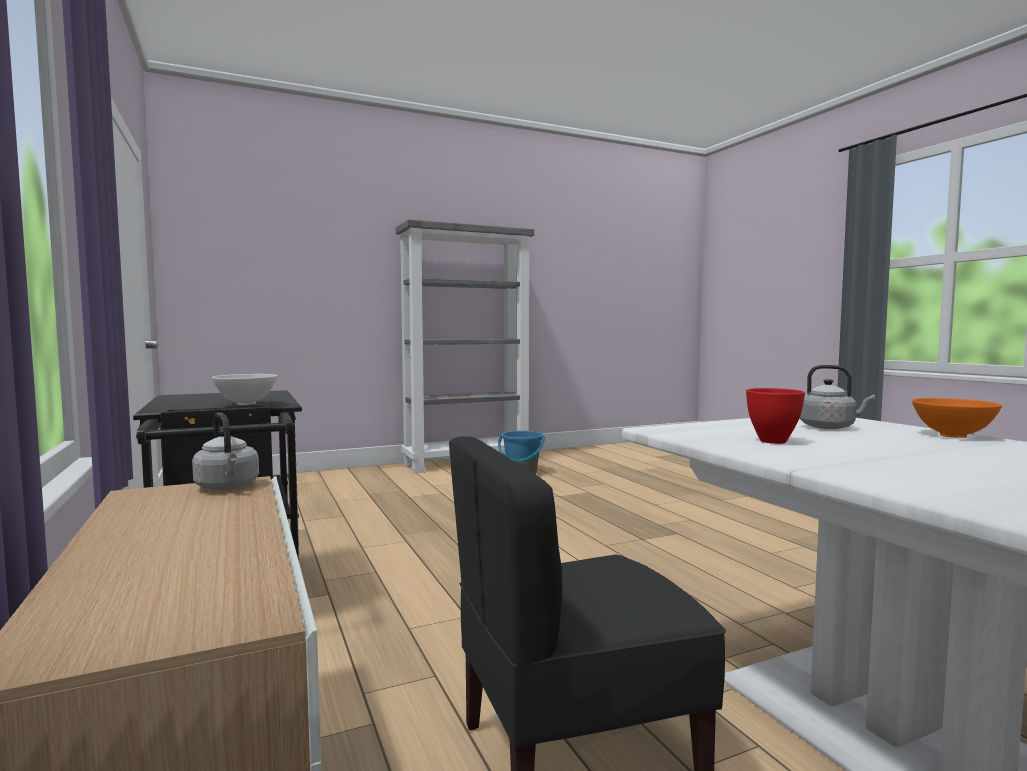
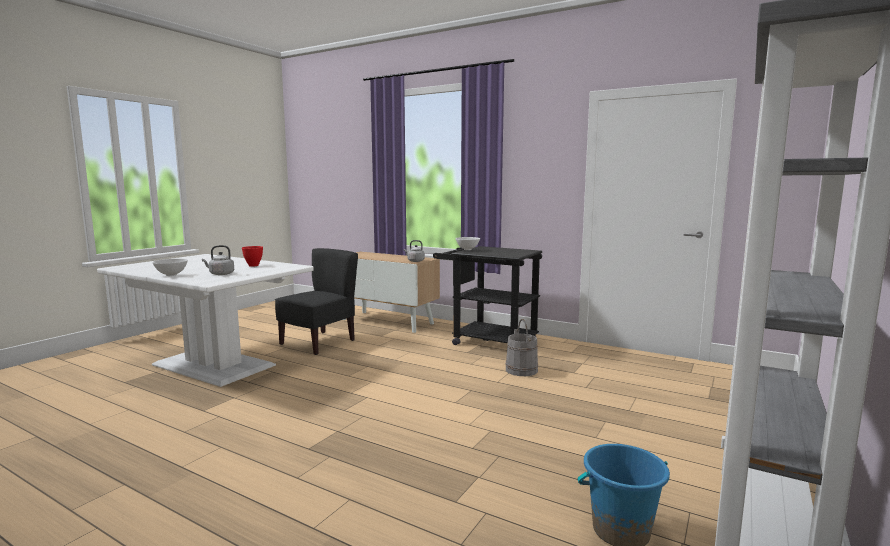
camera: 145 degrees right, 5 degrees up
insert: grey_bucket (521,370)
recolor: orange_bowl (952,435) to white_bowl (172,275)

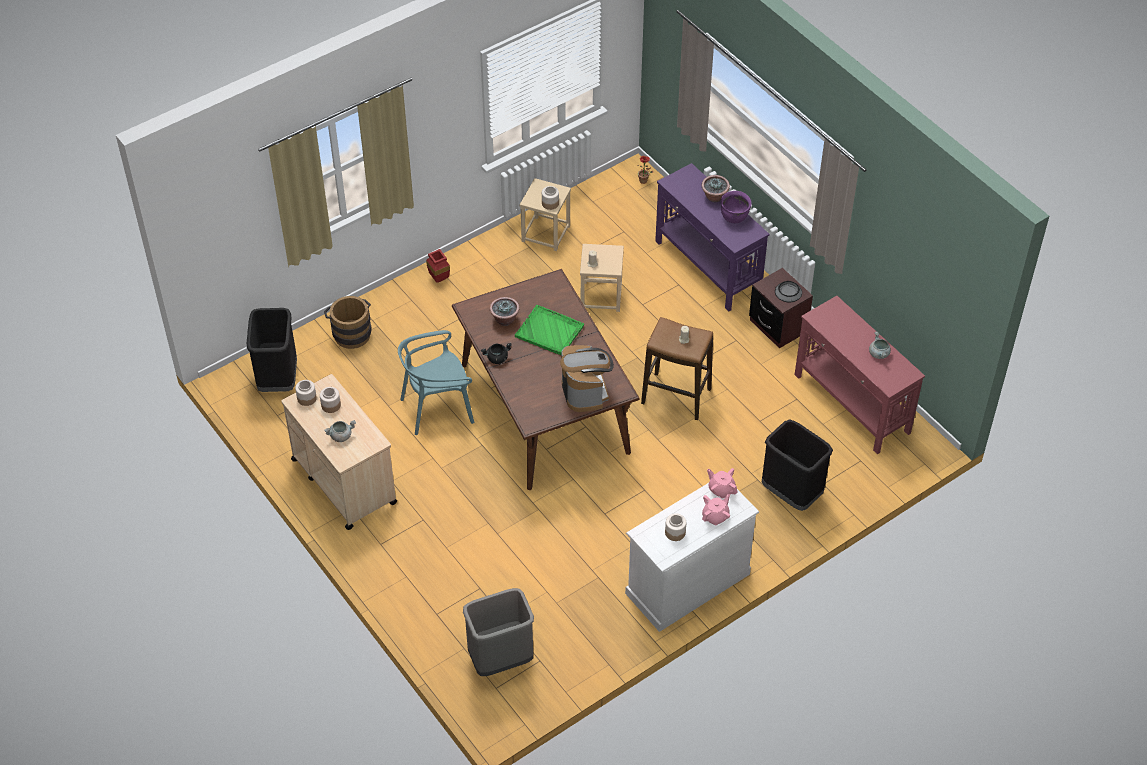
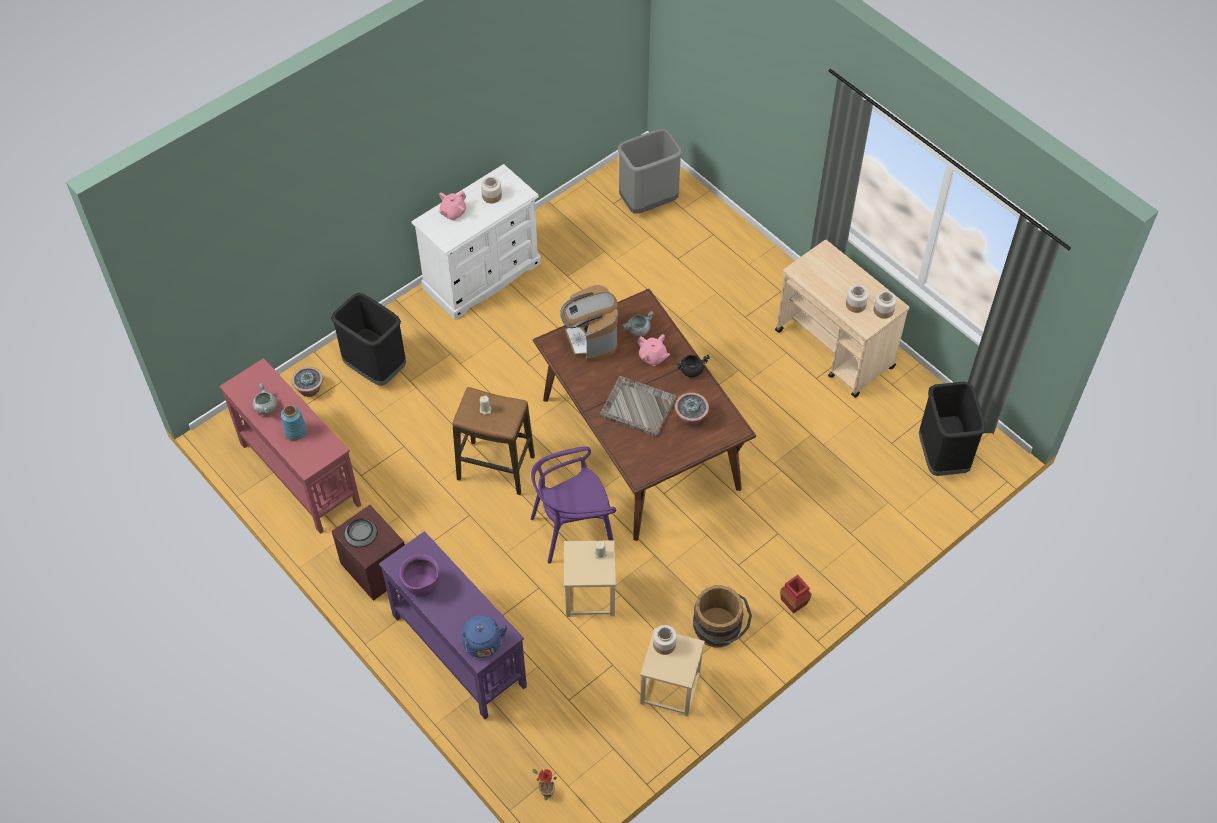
camera: 175 degrees right, 5 degrees up
delete: turquoise_chair (437,408)
insert: blue_vase (295,431); purple_chair (573,530); blue_kettle (483,646)
move: potted_plant (714,197) to (310,390); brown_bucket (350,332) to (719,631); grey_cooking_pot (341,436) to (638,331); pink_teapot (721,489) to (652,357)
recolor: green_tray (550,331) to grey_tray (637,407)

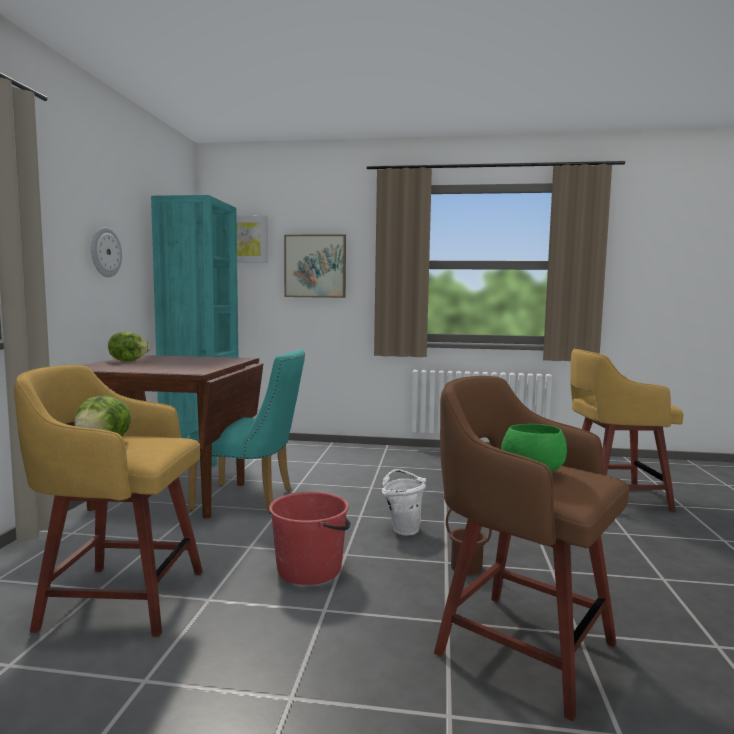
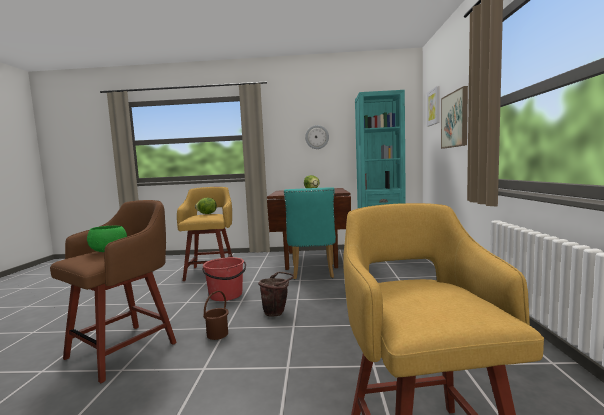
camera: 85 degrees right, 0 degrees up
recolor: white_bucket (402,529) to brown_bucket (277,312)

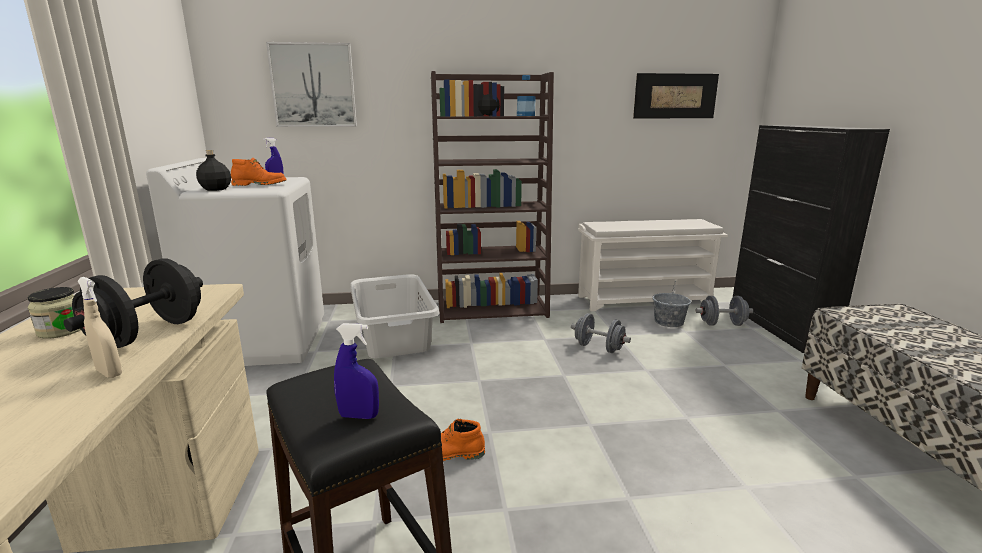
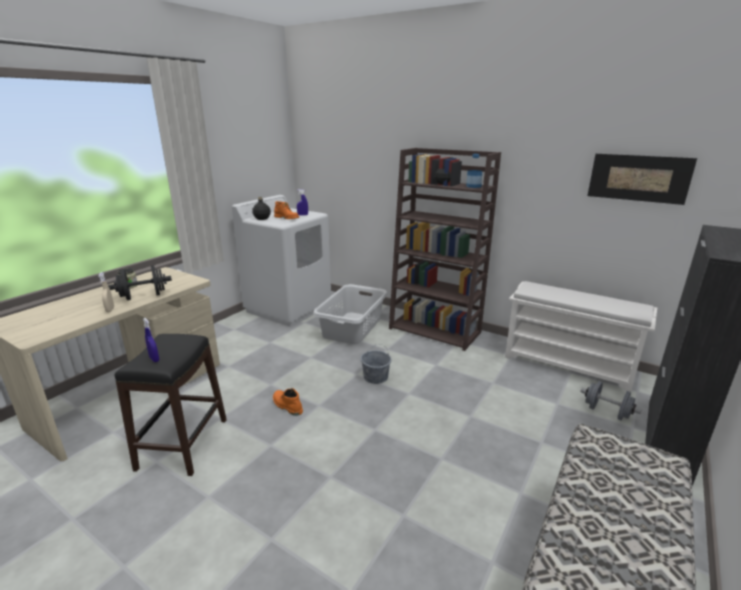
camera: 40 degrees right, 5 degrees up
delete: picture (313,85); grey_dumbbell (598,348)
move: grey_bucket (668,322) to (376,377)

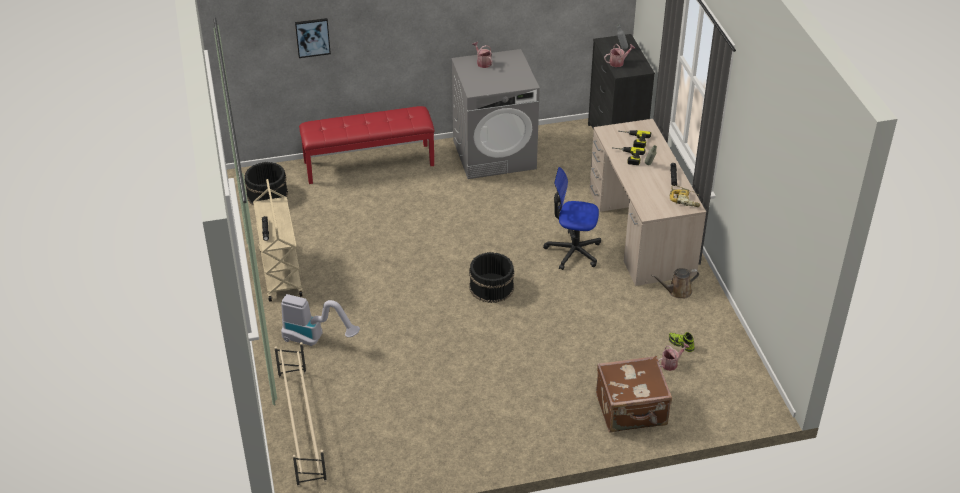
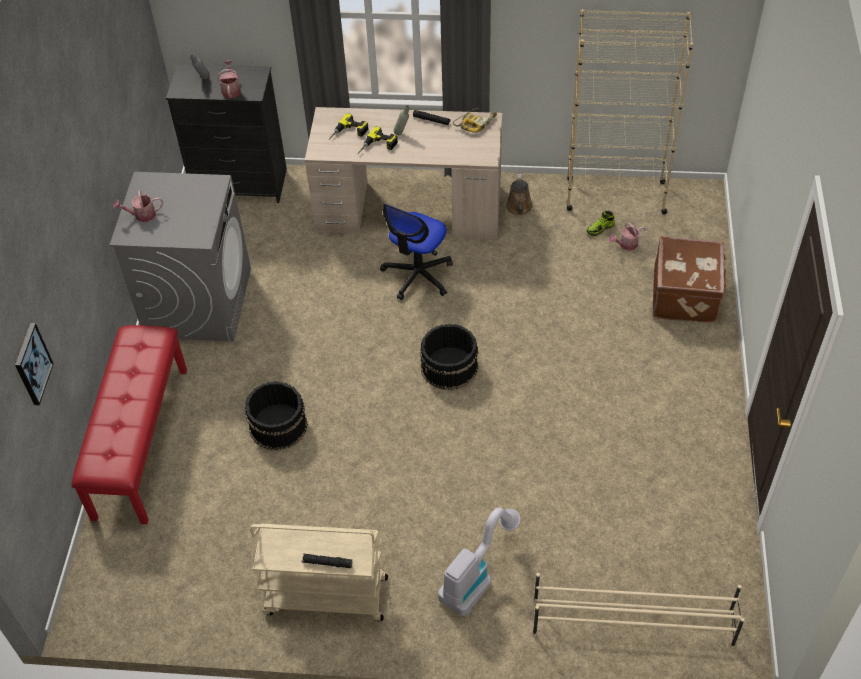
camera: 70 degrees left, 10 degrees up
insert: beige_bookcase (615,196)
move: black_bucket (267,194) to (277,426)
rotate: watering_can (671,363) = (626,245) 105 degrees counterclockwise

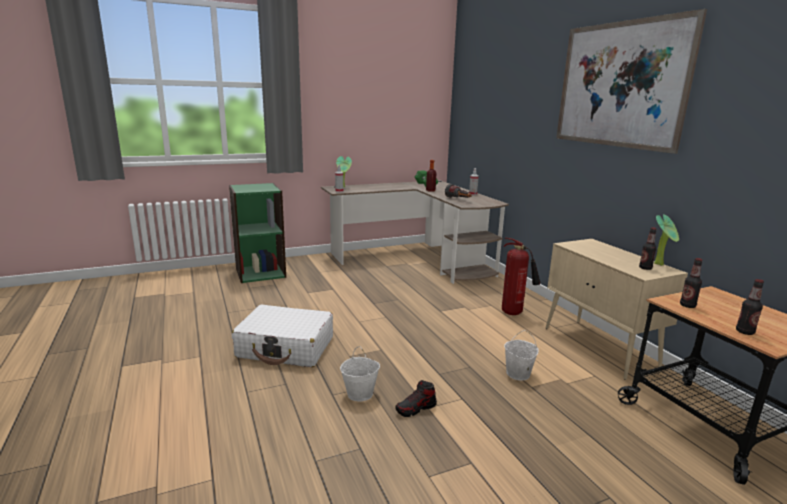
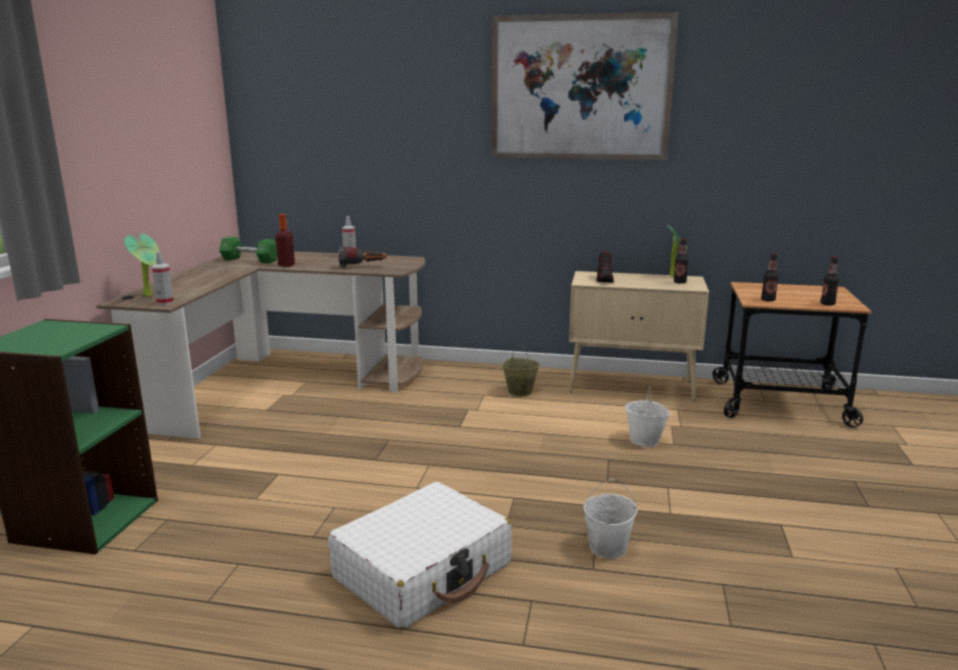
camera: 55 degrees left, 0 degrees up
move: shoe (416,408) to (604,279)
replace: fire_extinguisher (514,313) to beige_bucket (519,392)

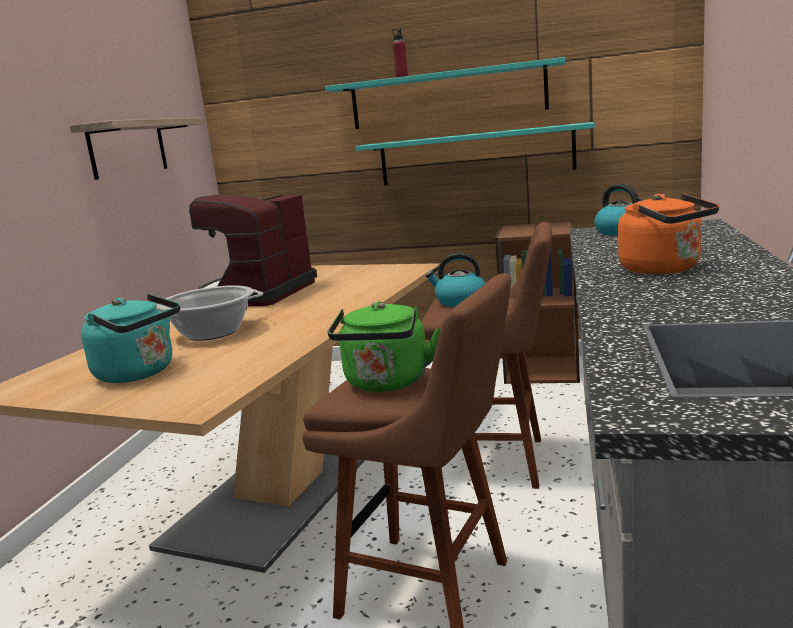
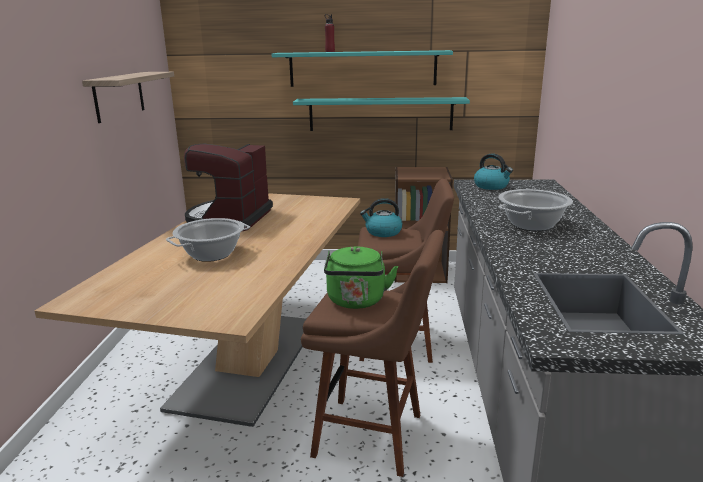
camera: 10 degrees left, 5 degrees up
delete: turquoise_kettle (140,373)
replace: orange_kettle (664,269) to cooking_pot (532,225)

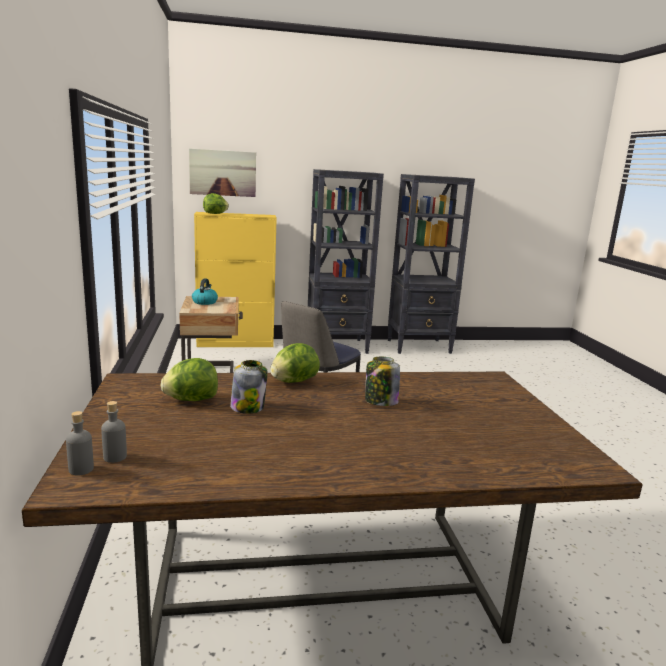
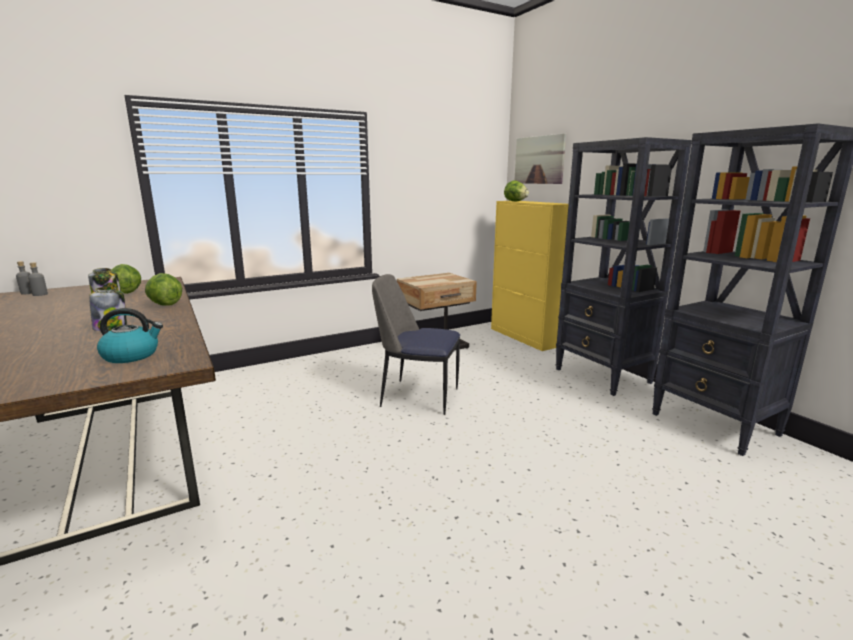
camera: 70 degrees right, 0 degrees up
move: kettle (204,302) to (132,355)

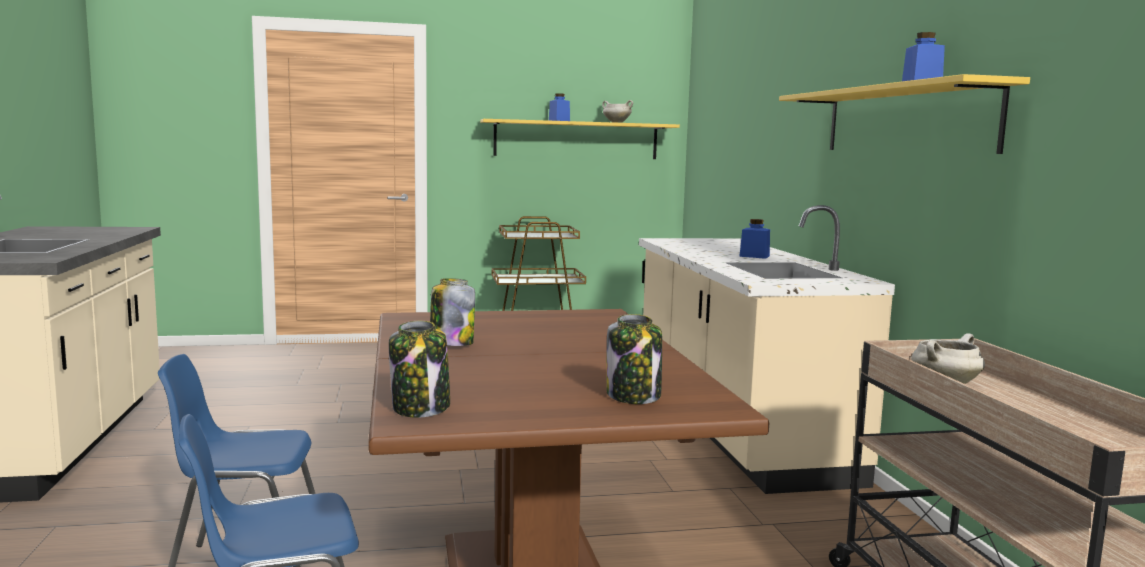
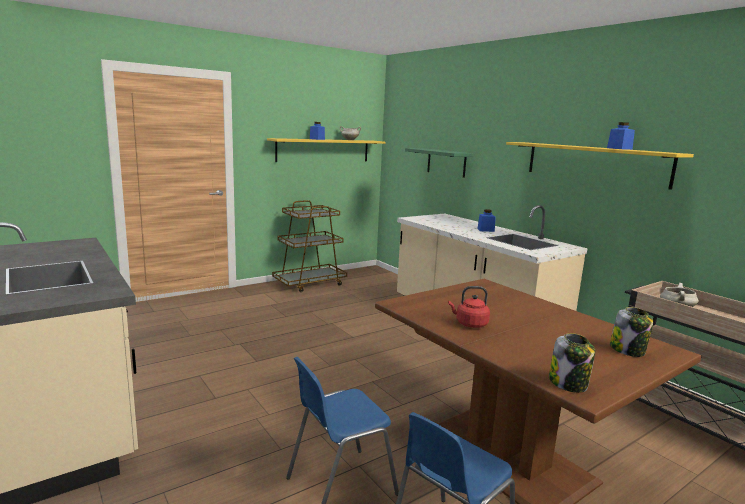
camera: 25 degrees left, 5 degrees up
insert: green_shelf (446,162)
replace: jar (451,343) to red_kettle (469,324)

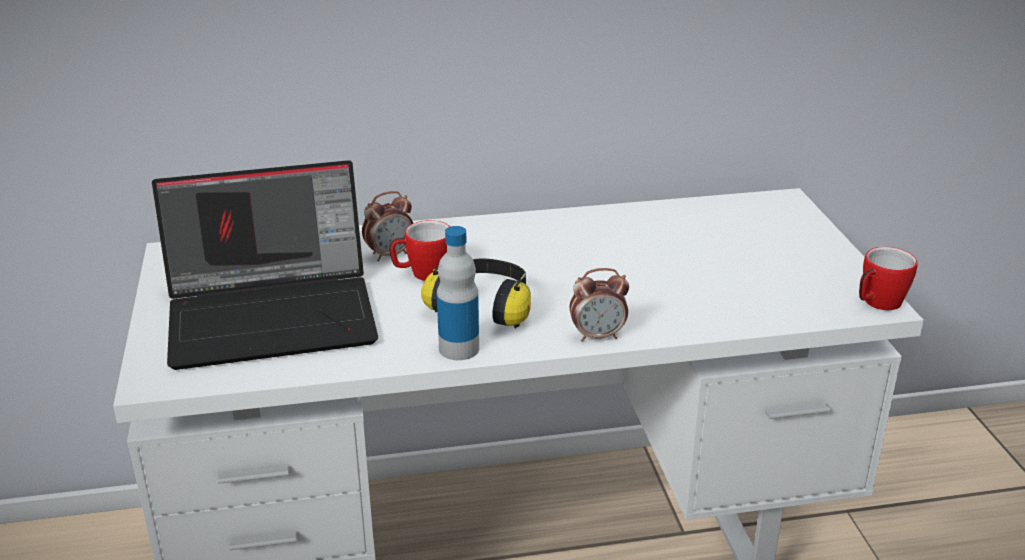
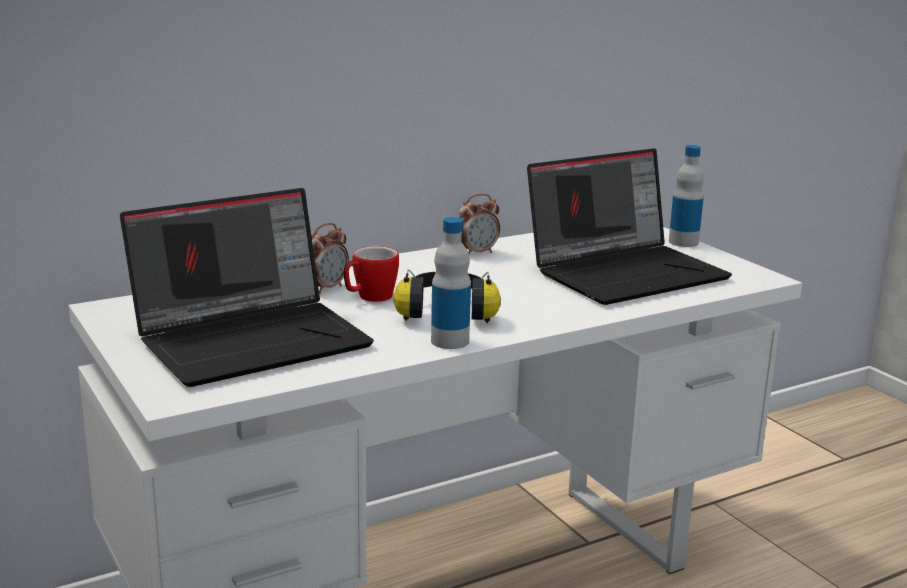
camera: 20 degrees left, 10 degrees down
delete: mug (877,304)
insert: bottle (683,242); laptop (626,272)
move: alarm_clock (598,336) to (477,253)

